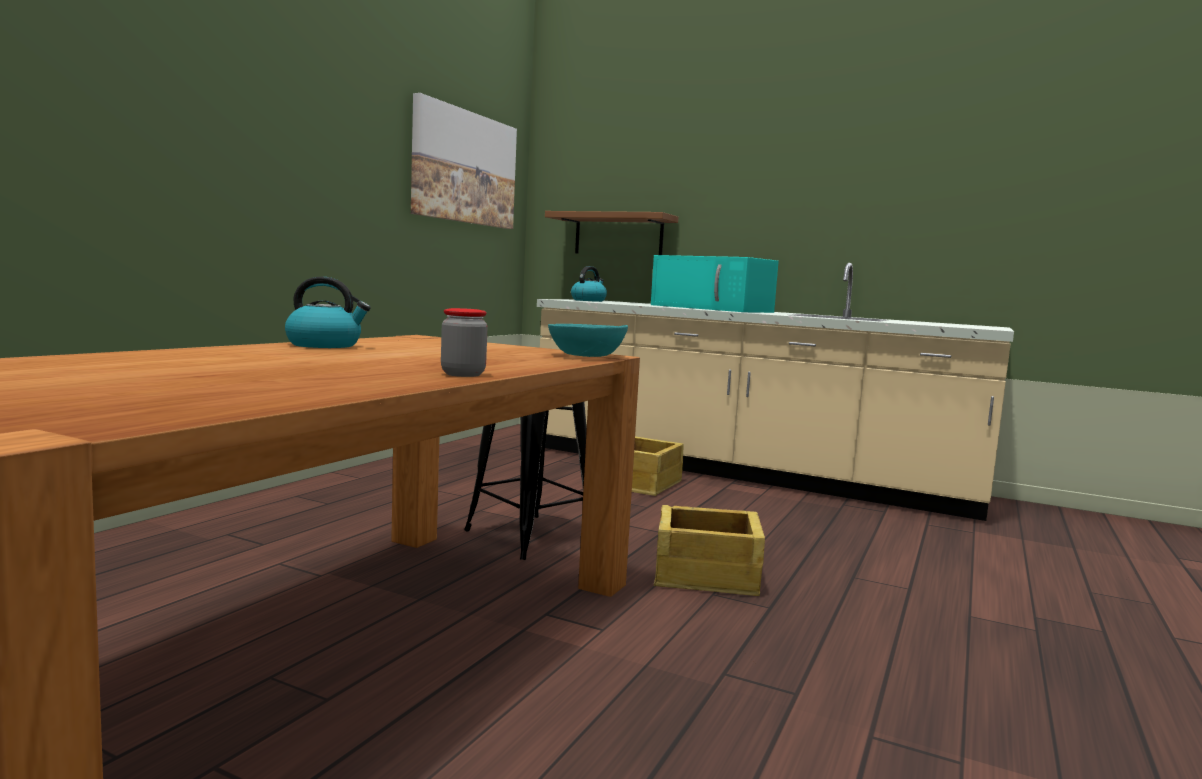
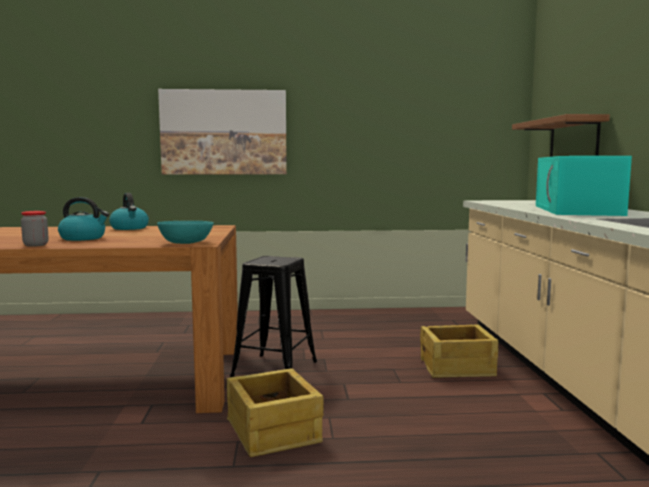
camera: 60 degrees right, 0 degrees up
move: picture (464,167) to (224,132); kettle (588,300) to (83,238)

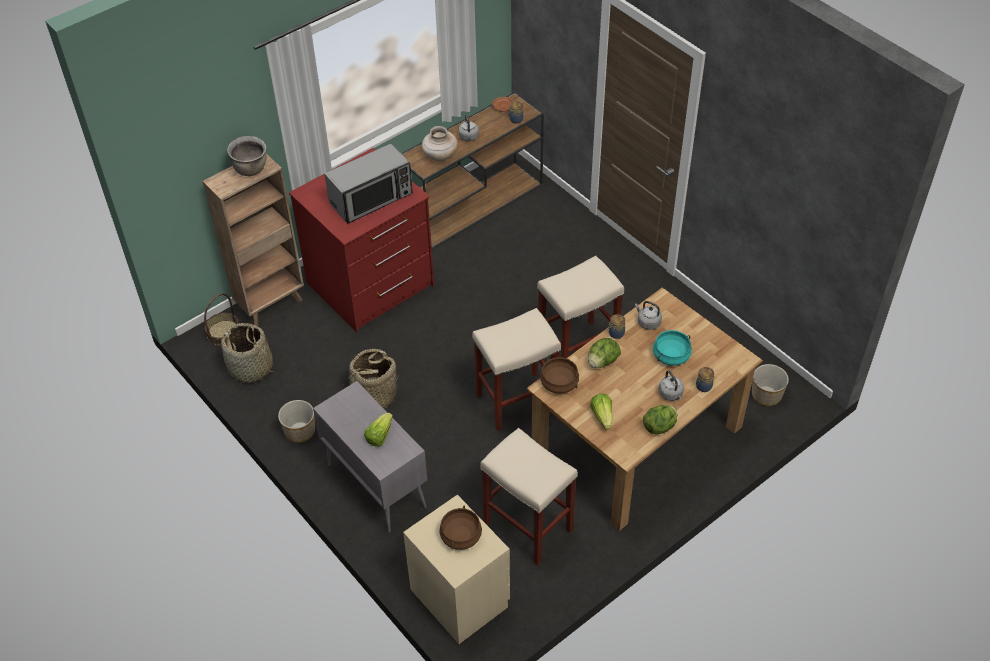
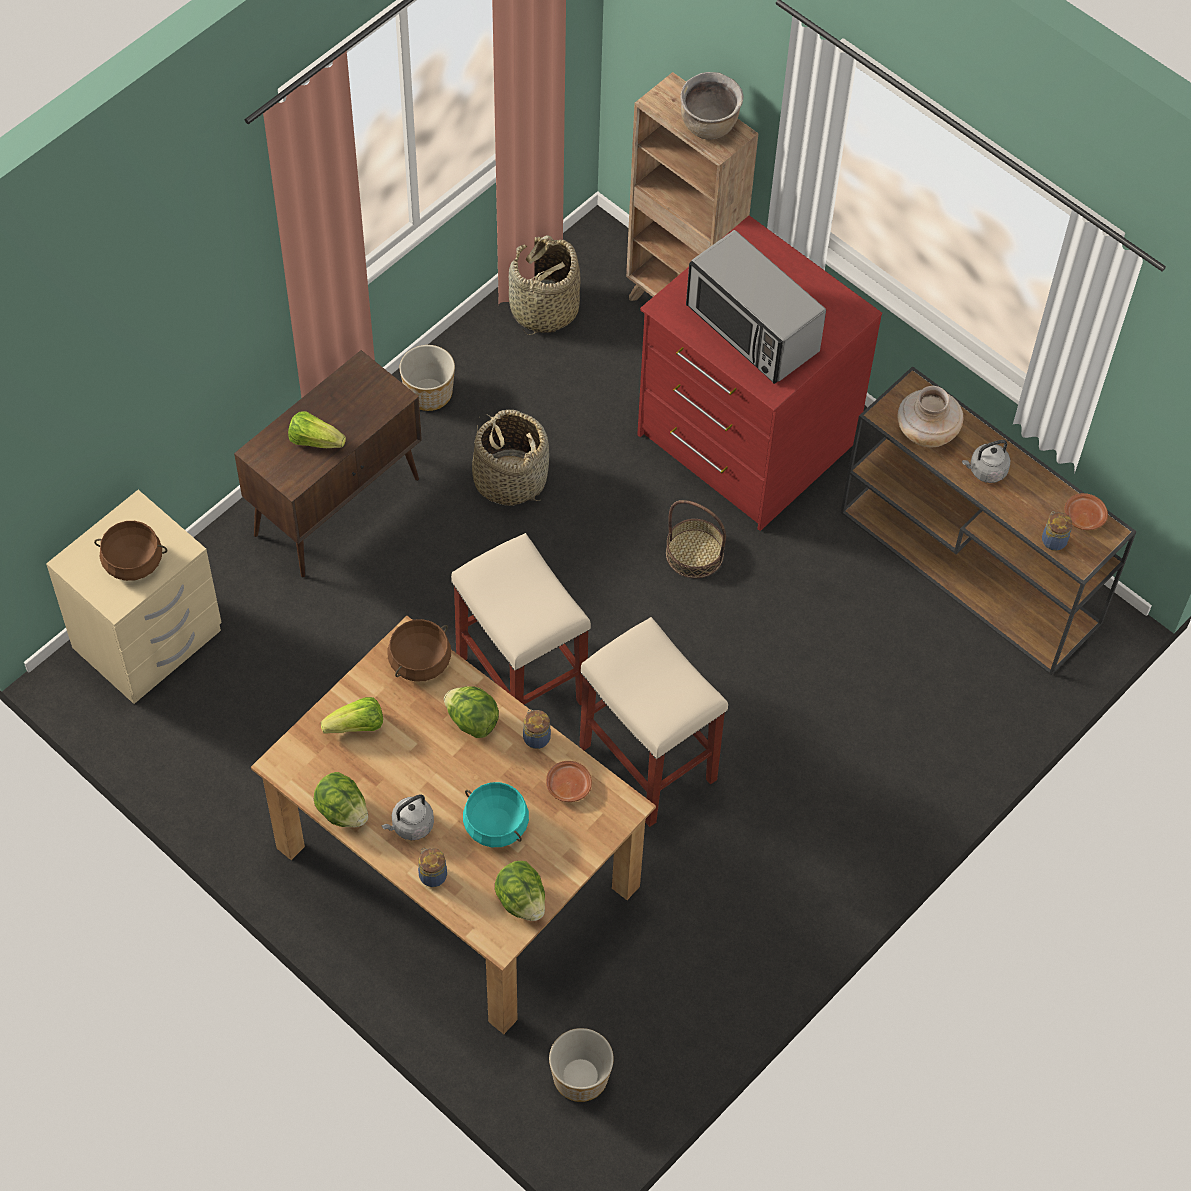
camera: 80 degrees right, 10 degrees up
delete: beige_stool (526,526)
insert: lettuce (521,900)
move: basket (223,333) to (694,553)
replace: grey_kettle (647,322) to brown_plate (568,785)
recolor: grey_cabinet (375,485) to brown_cabinet (338,506)

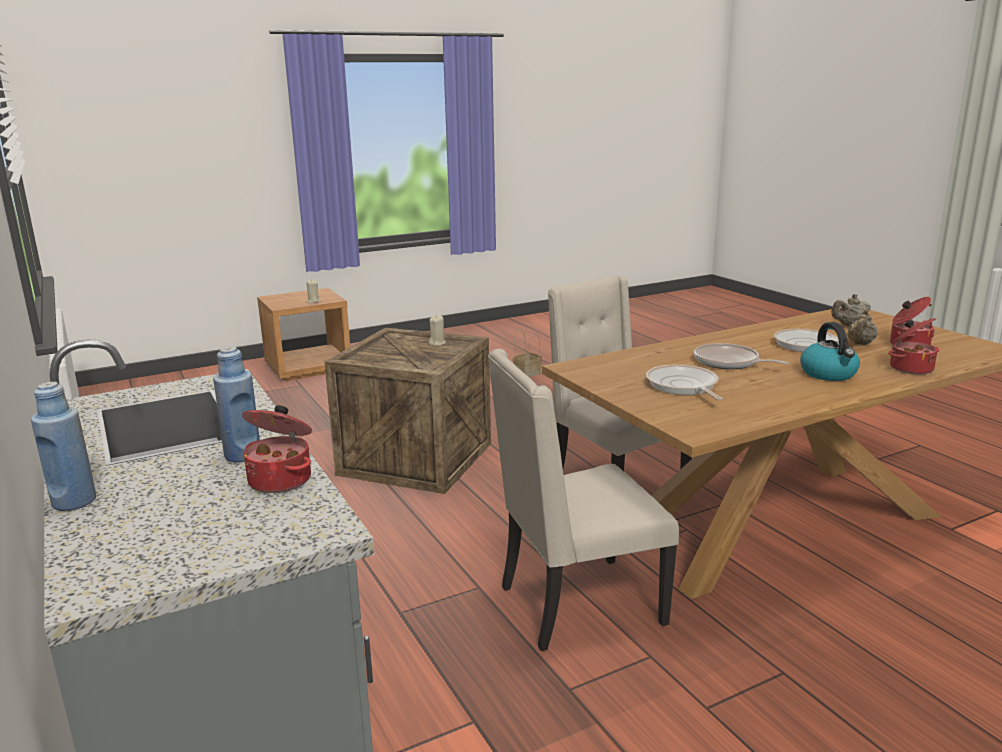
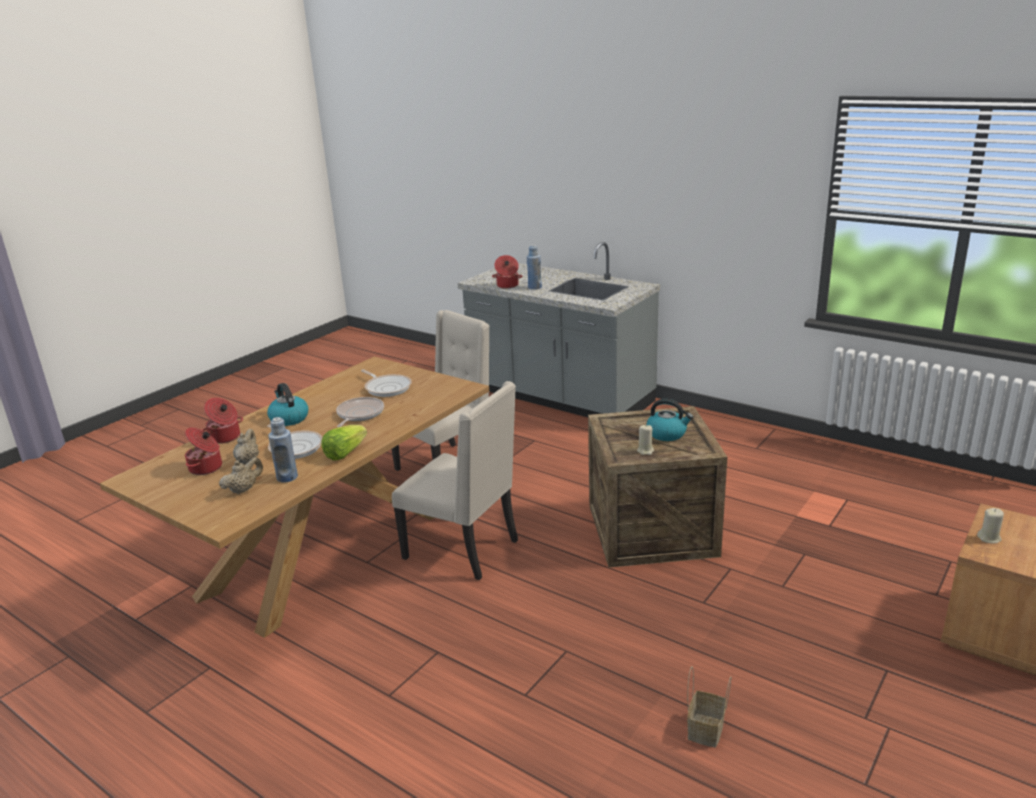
camera: 155 degrees right, 5 degrees up
insert: kettle (667,434); lettuce (345,453)
move: blue_bottle (74,502) to (287,477)
rotate: frying_pan (729,362) = (359,414) 90 degrees counterclockwise

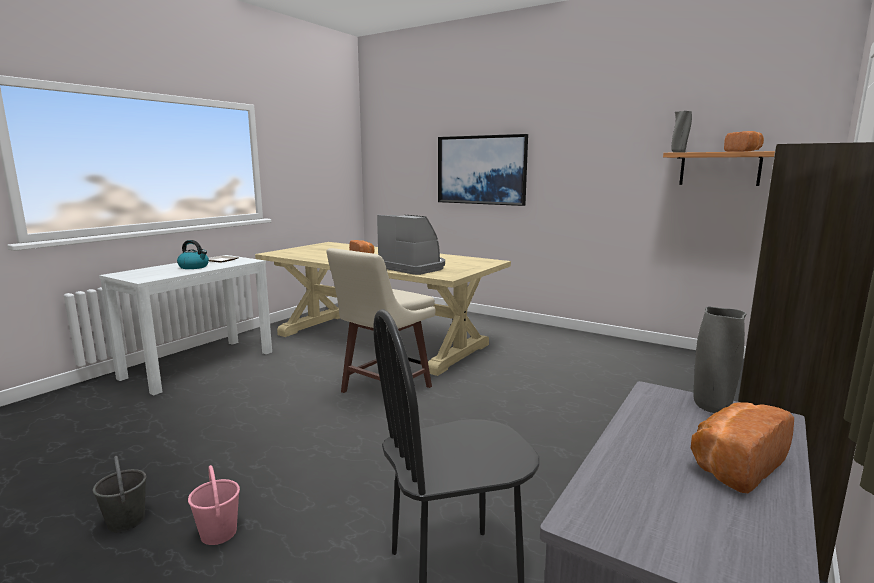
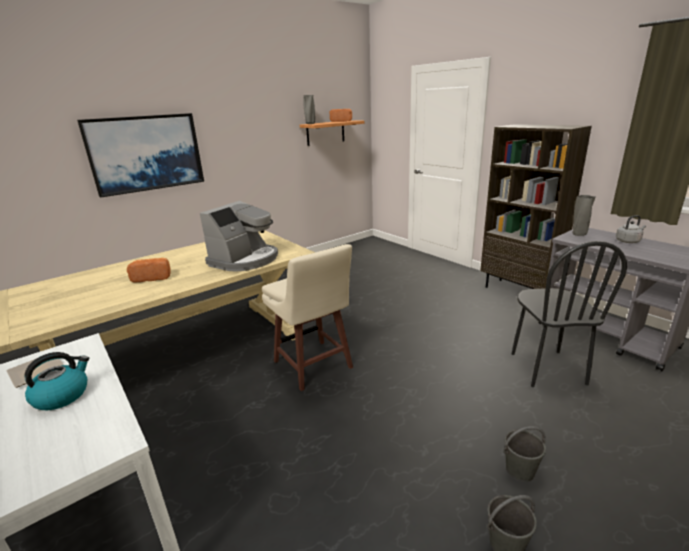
camera: 70 degrees left, 10 degrees up
replace: bread (734,465) to grey_kettle (628,241)
recolor: pink_bucket (218,533) to grey_bucket (519,470)
rotate: coffee_machine (413,267) = (245,260) 150 degrees clockwise

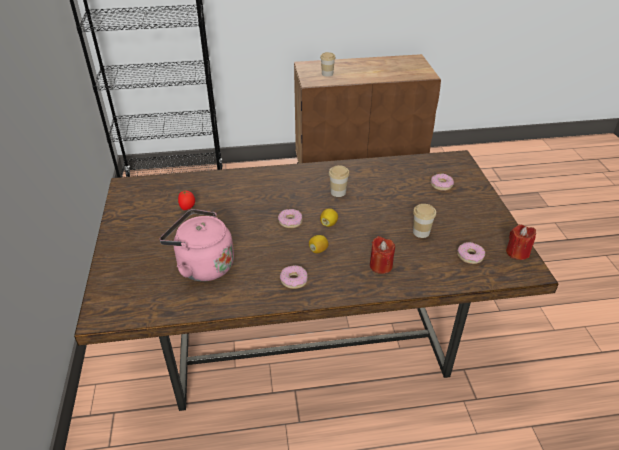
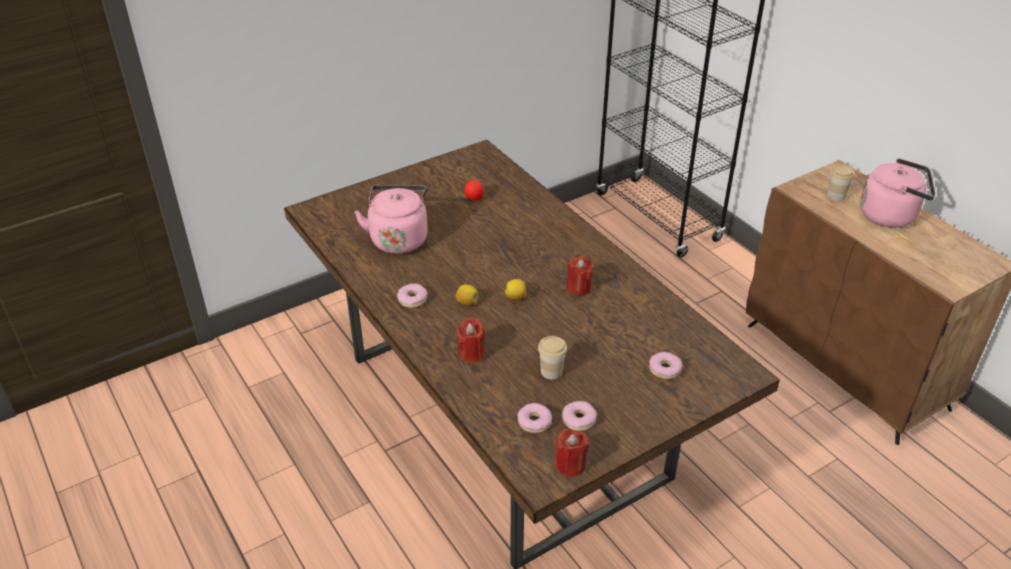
camera: 65 degrees right, 0 degrees up
insert: pink_kettle (891,215)
move: donut (290,221) to (579,420)
replace: cup (338,192) to red_candle (578,287)

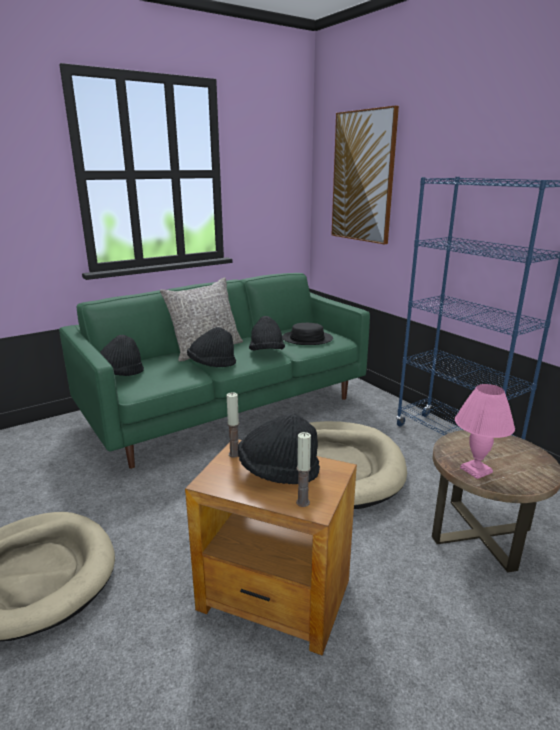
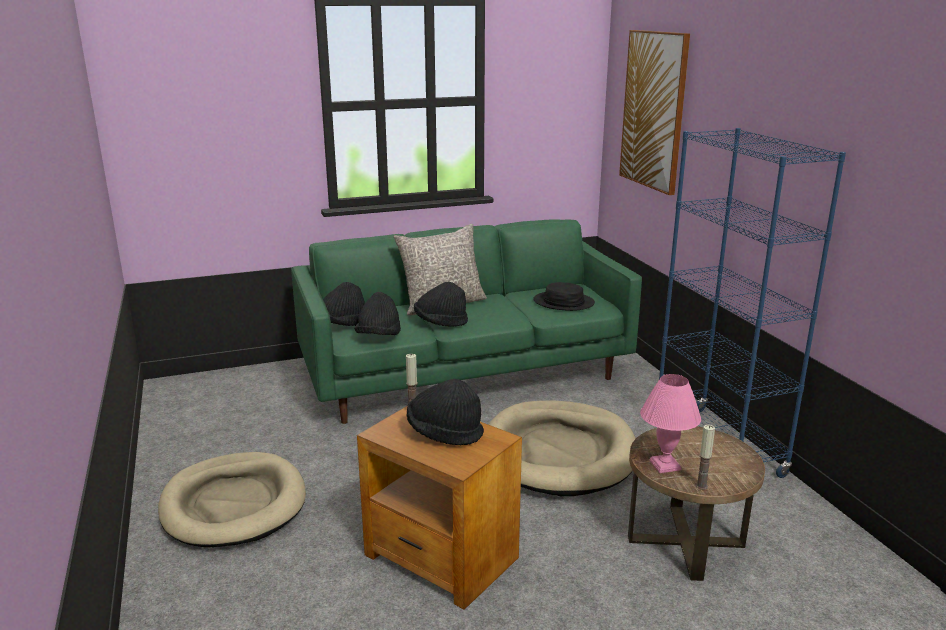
camera: 15 degrees right, 0 degrees up
move: black_hat (266,352) to (379,336); candle (303,502) to (701,486)

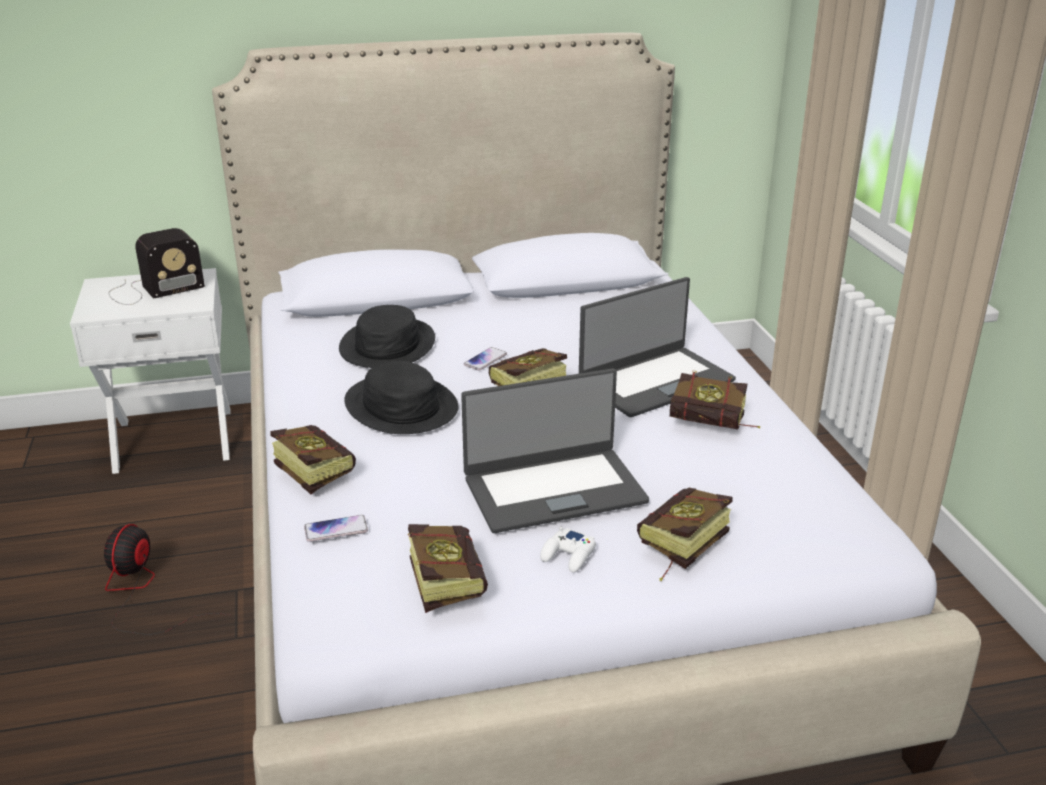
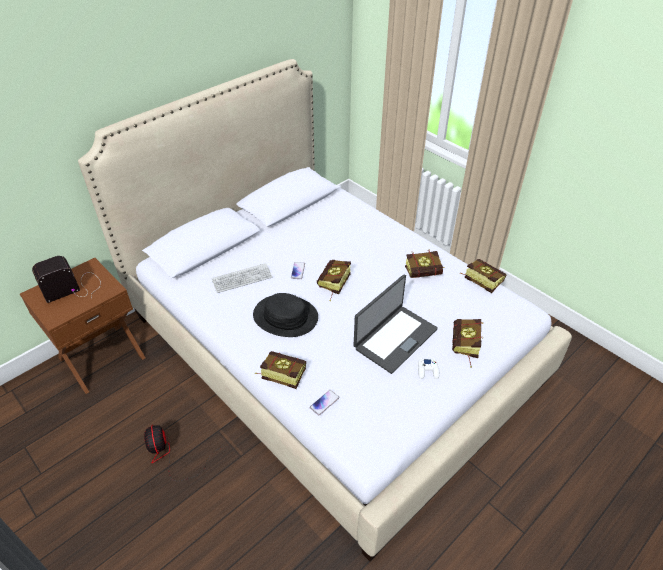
camera: 30 degrees left, 15 degrees up
delete: laptop (655,381)
move: book (444,580) to (480,280)
replace: black_hat (388,345) to keyboard (242,279)
recolor: white_nightstand (174,438) to brown_nightstand (101,357)
rotate: radio (153,290) = (74,287) 150 degrees counterclockwise

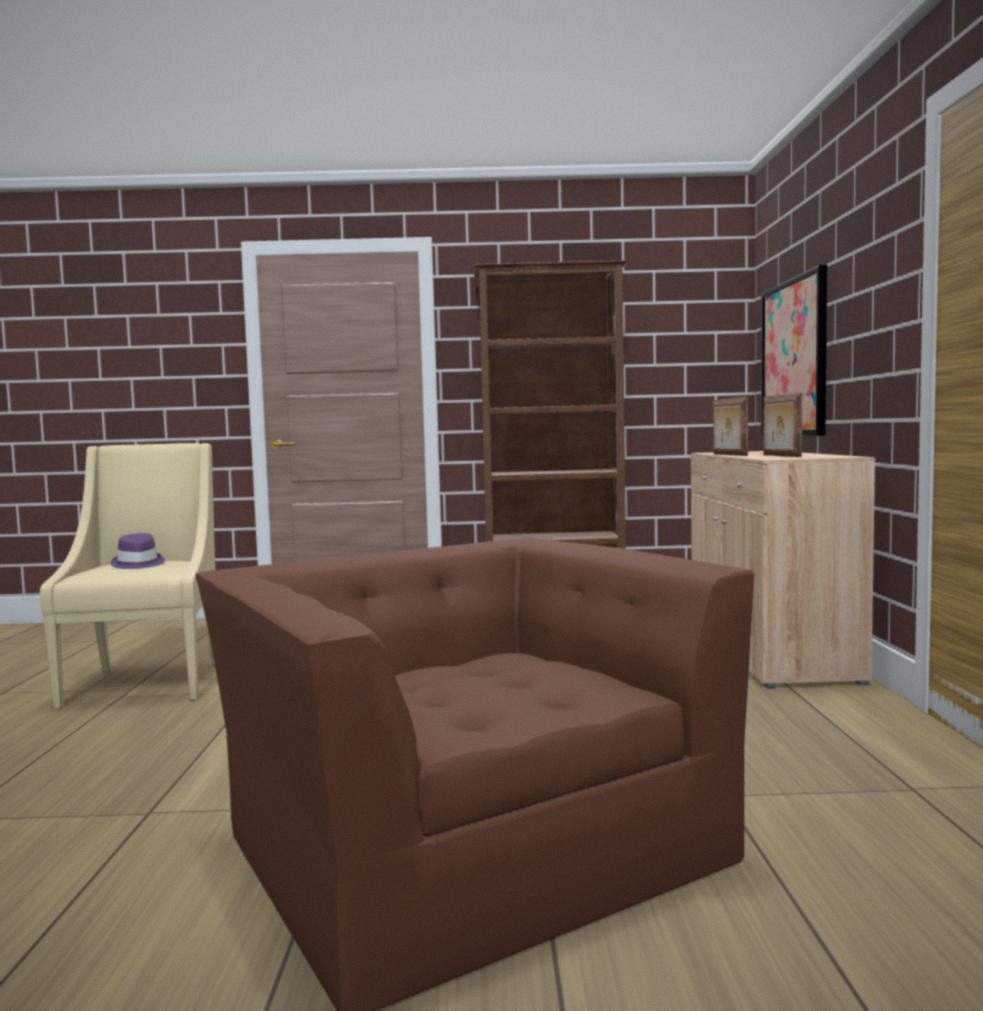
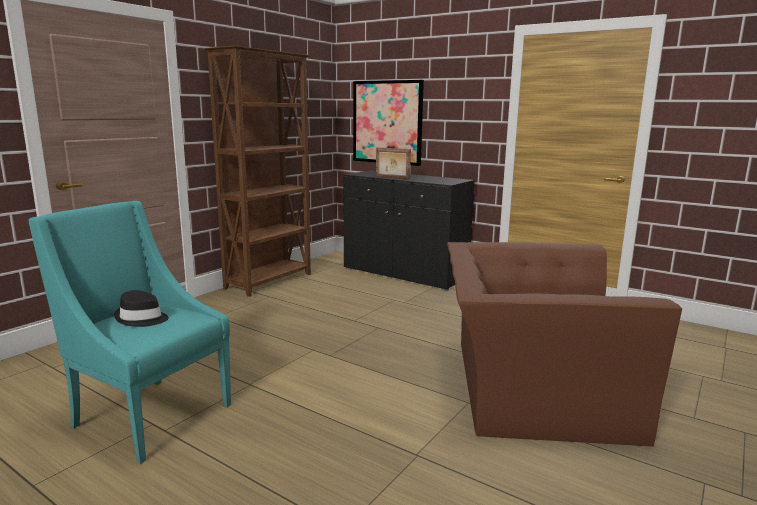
camera: 55 degrees left, 10 degrees up
delete: picture_frame (780,456)
recolor: beige_armchair (147,682) to turquoise_armchair (148,415); beige_cabinet (768,650) to black_cabinet (404,274); purple_hat (137,564) to black_hat (141,319)

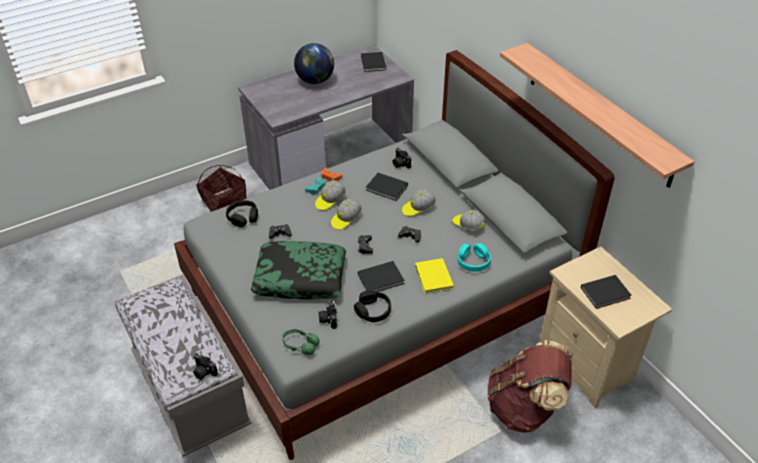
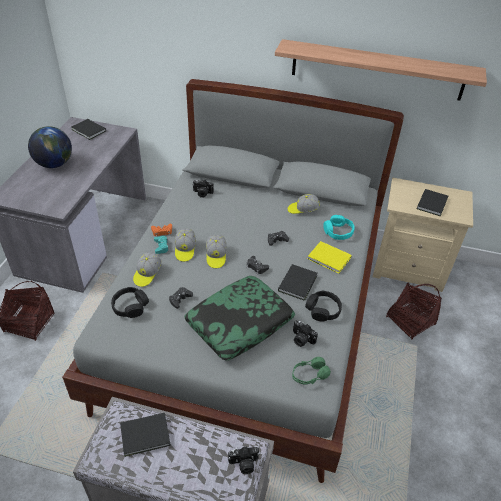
camera: 45 degrees left, 0 degrees up
move: black_book (387,188) to (146,435); cap (418,208) to (147,274)
replace: brown_backpack (524,408) to basket (410,321)

